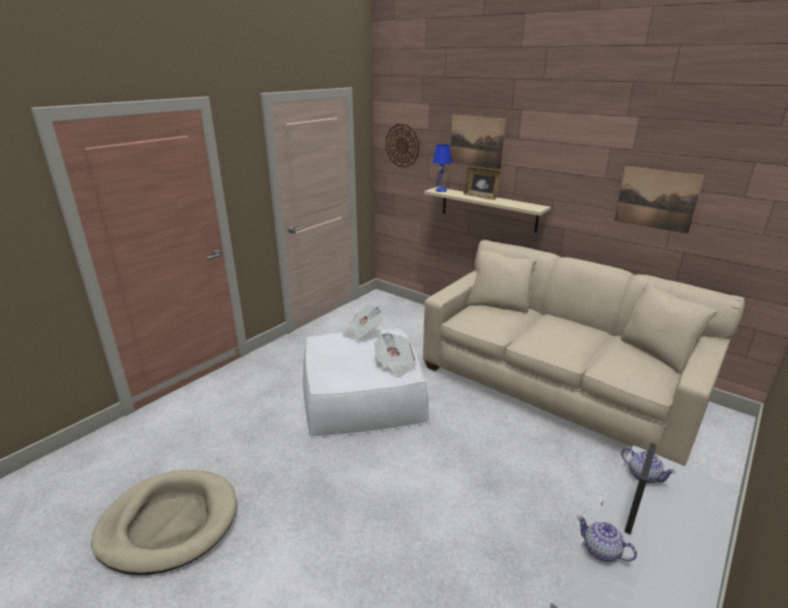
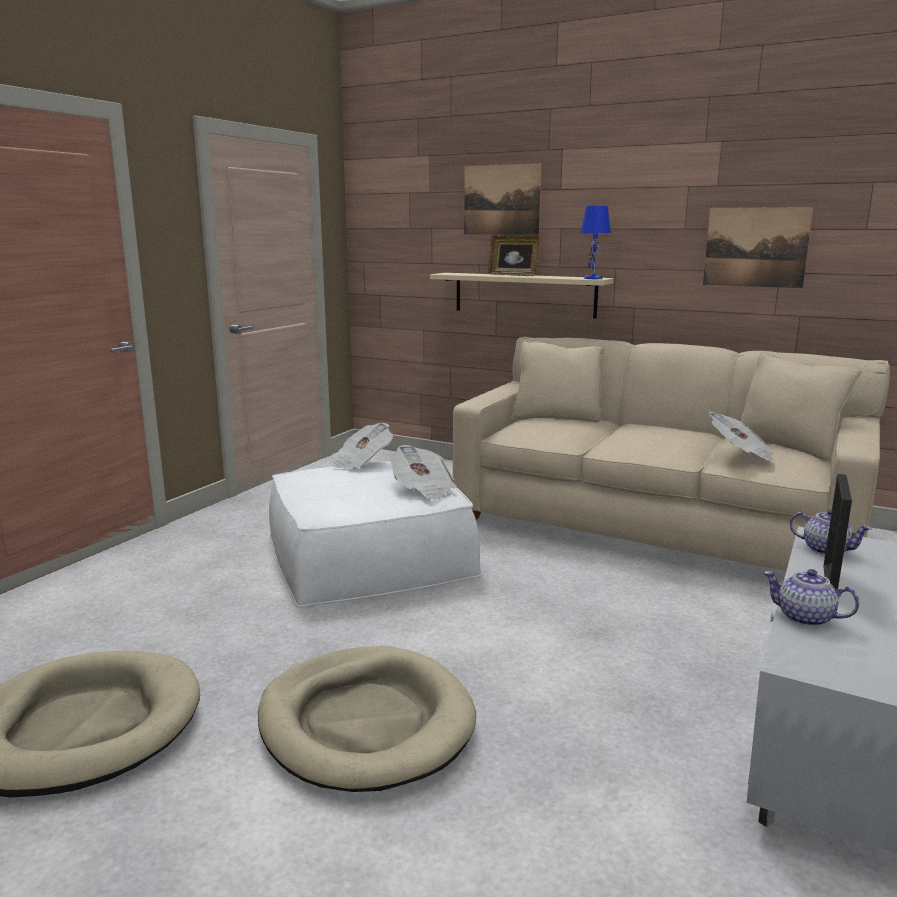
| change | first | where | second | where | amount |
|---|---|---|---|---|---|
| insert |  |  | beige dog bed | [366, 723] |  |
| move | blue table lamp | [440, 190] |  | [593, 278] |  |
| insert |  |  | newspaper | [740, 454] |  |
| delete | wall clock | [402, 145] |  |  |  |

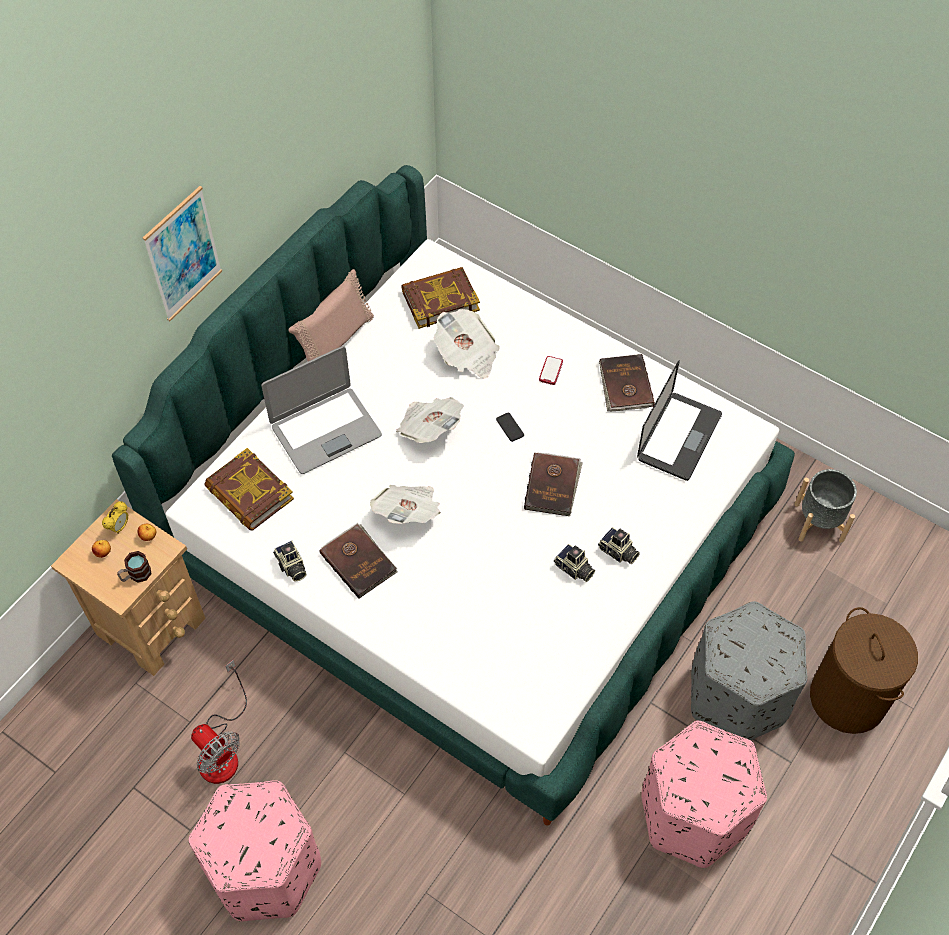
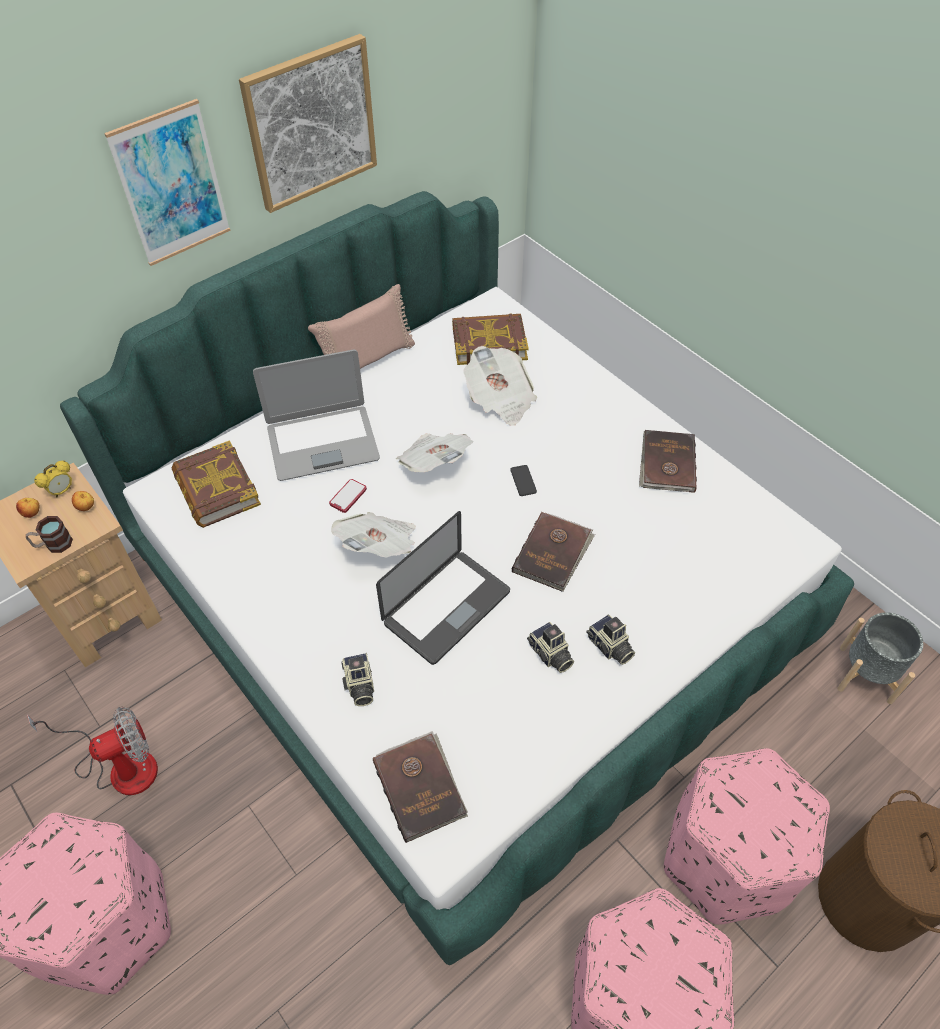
| change | first | where | second | where | amount |
|---|---|---|---|---|---|
| rotate | fan | [222, 749] |  | [119, 766] | 90 degrees counterclockwise |
| insert |  |  | picture | [311, 124] |  |
| move | phone | [550, 371] |  | [348, 496] |  |
| move | photo camera | [291, 567] |  | [359, 685] |  |
| move | brown book | [359, 561] |  | [420, 787] |  |
| move | laptop | [679, 437] |  | [447, 607] |  |
| recolor | grey ottoman | [737, 695] | pink ottoman | [725, 859] |  |

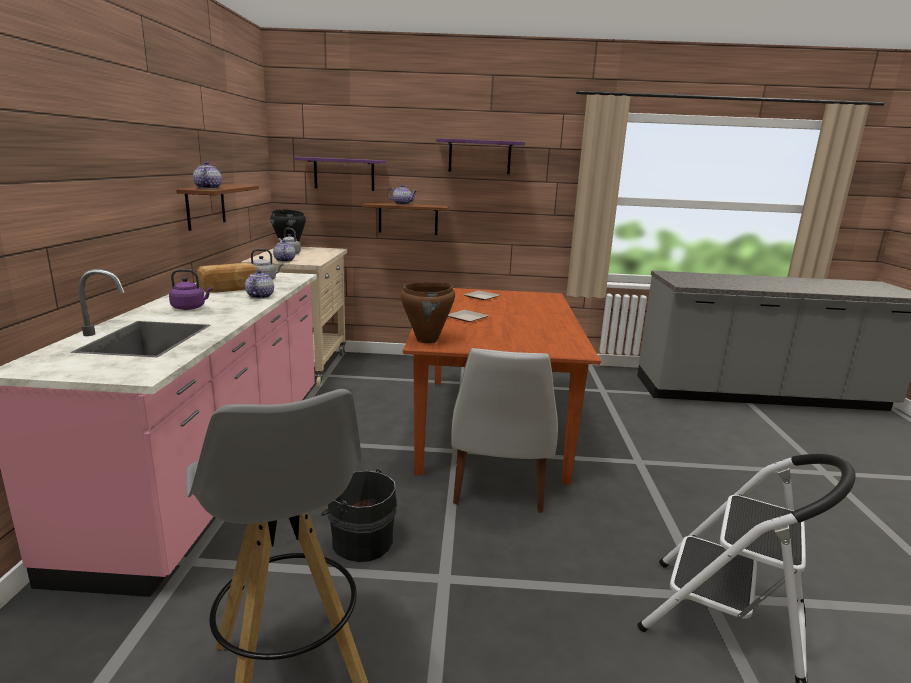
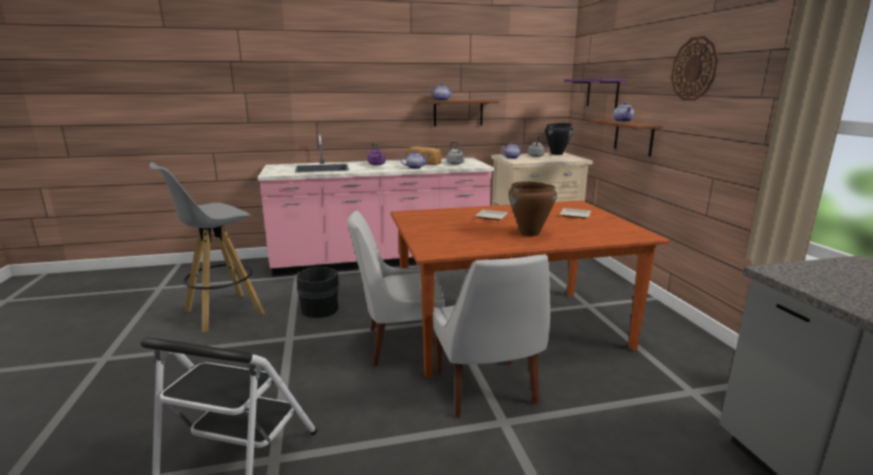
| change | first | where | second | where | amount |
|---|---|---|---|---|---|
| insert |  |  | white chair | [486, 390] |  |
| move | brown cooking pot | [427, 340] |  | [529, 233] |  |
| replace | purple shelf | [479, 157] | wall clock | [694, 69] |  |

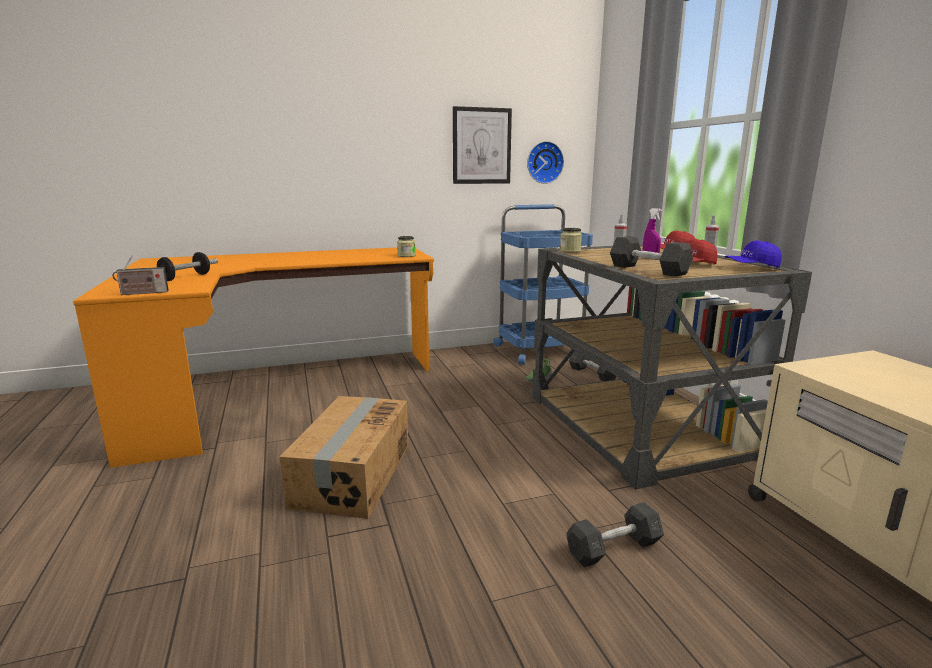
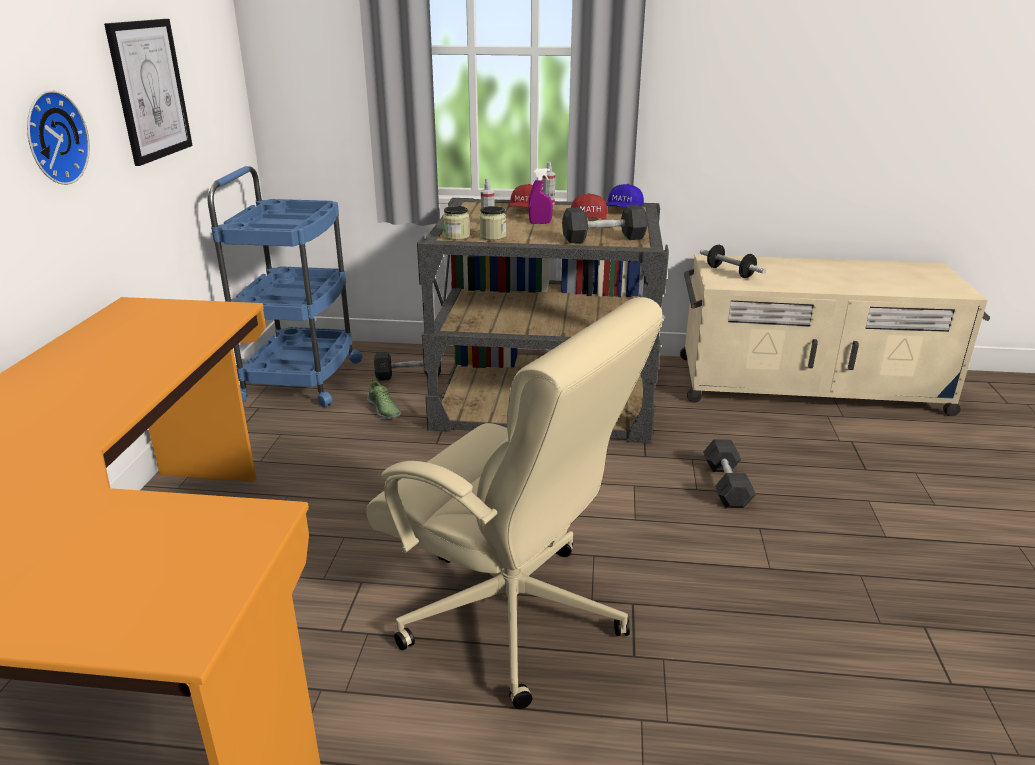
| change | first | where | second | where | amount |
|---|---|---|---|---|---|
| move | wall clock | [544, 162] |  | [52, 138] |  |
| replace | cardboard box | [352, 474] | beige office chair | [510, 613] |  |
| move | jar | [406, 256] |  | [493, 236] |  |
| move | dumbbell | [185, 277] |  | [730, 272] |  |
| delete | radio | [142, 293] |  |  |  |

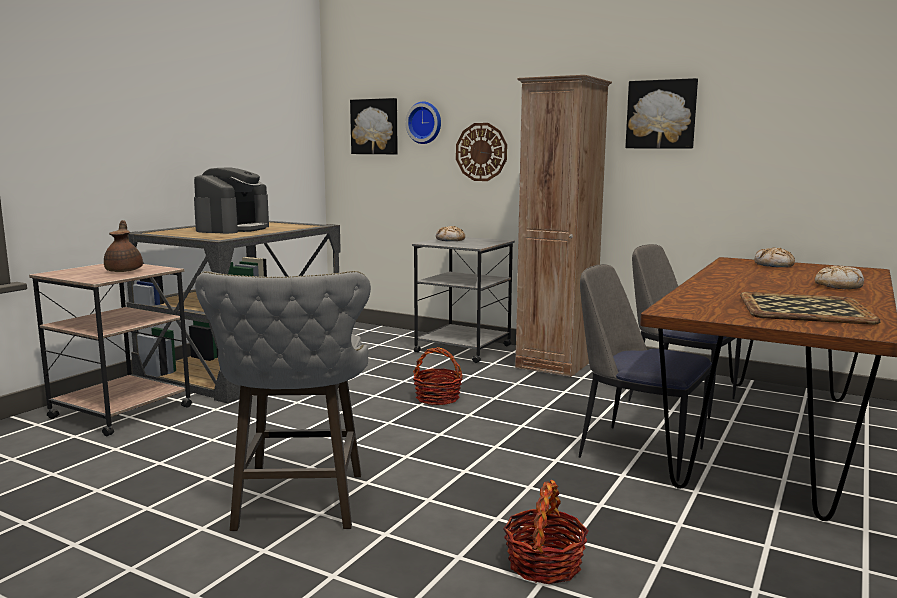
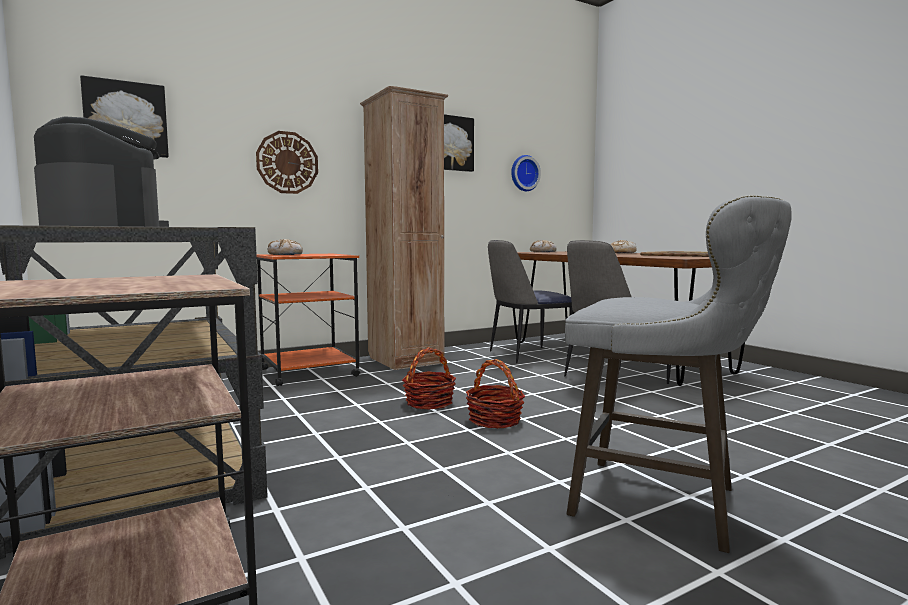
| change | first | where | second | where | amount |
|---|---|---|---|---|---|
| recolor | grey cart | [464, 349] | orange cart | [310, 372] |  |
| move | basket | [544, 564] |  | [495, 420] |  |
| move | wall clock | [425, 123] |  | [523, 173] |  |
| delete | brown teapot | [125, 270] |  |  |  |

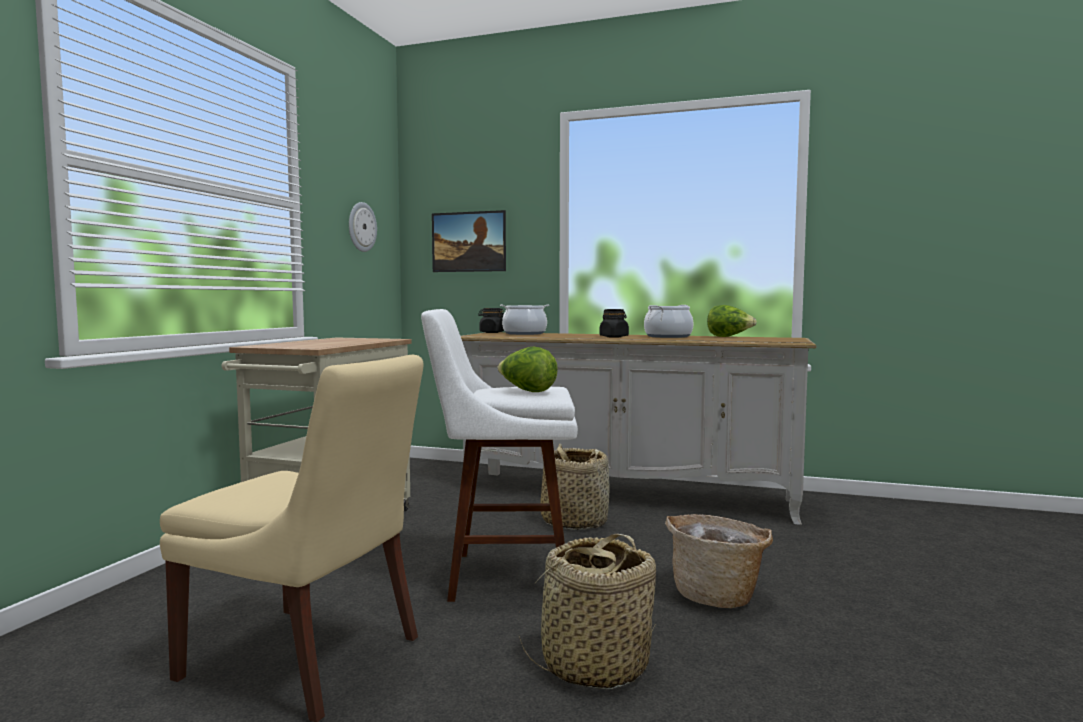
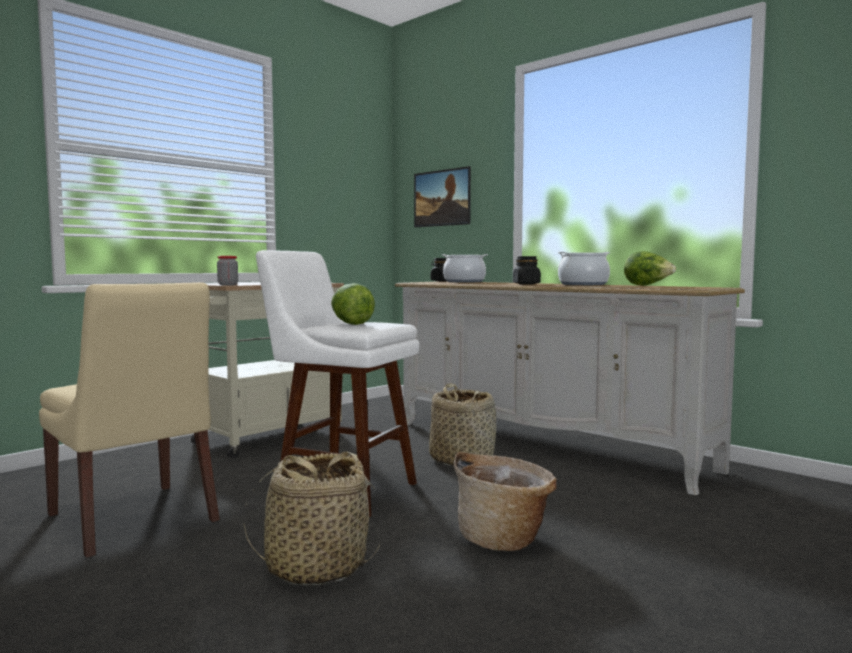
| change | first | where | second | where | amount |
|---|---|---|---|---|---|
| insert |  |  | jar | [228, 285] |  |
| delete | wall clock | [361, 227] |  |  |  |

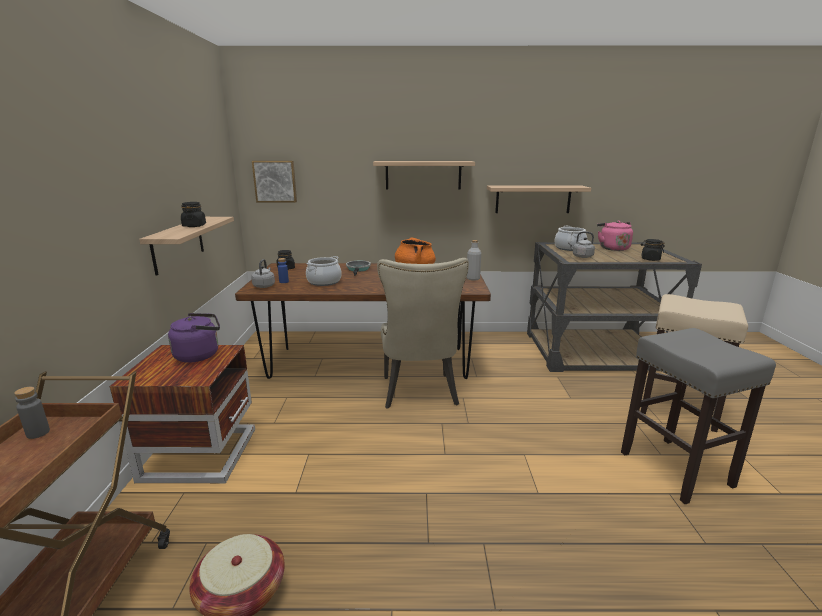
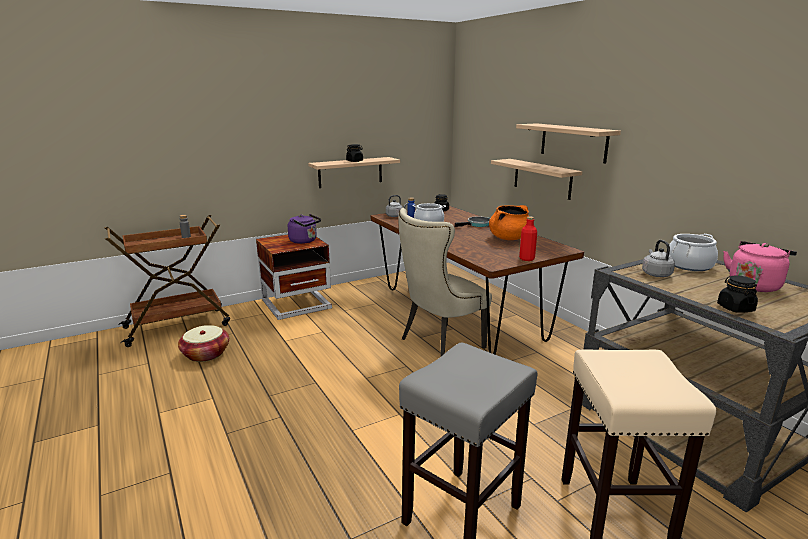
| change | first | where | second | where | amount |
|---|---|---|---|---|---|
| move | shelf | [533, 199] |  | [542, 178] |  |
| recolor | grey bottle | [473, 278] | red bottle | [526, 259] |  |
| delete | picture | [275, 181] |  |  |  |

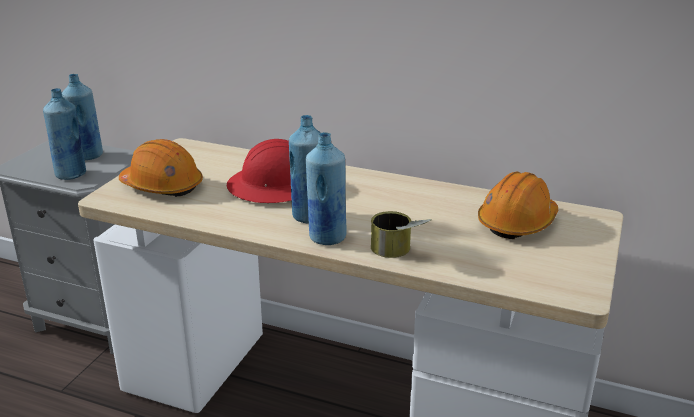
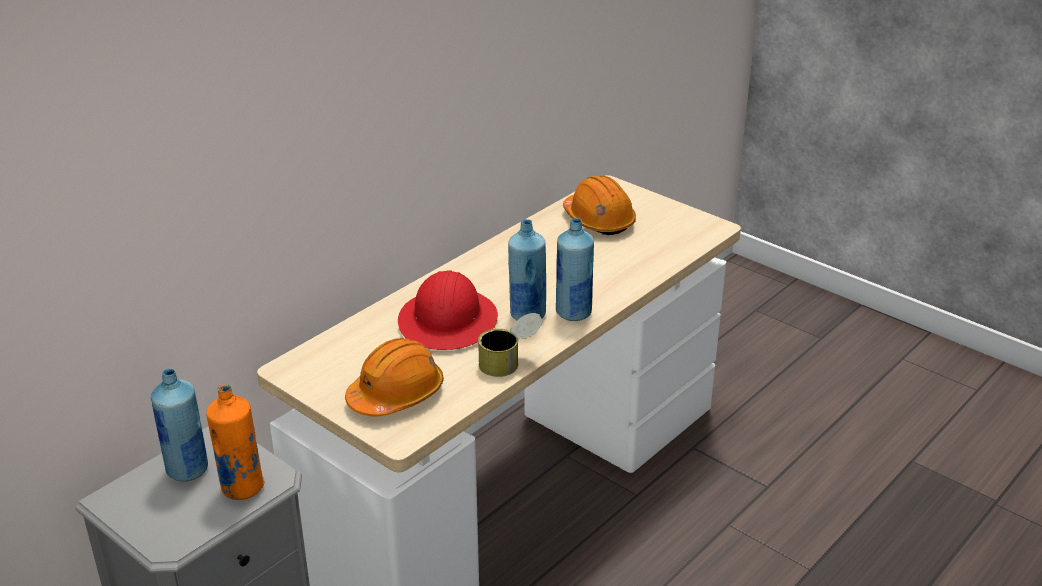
| change | first | where | second | where | amount |
|---|---|---|---|---|---|
| recolor | blue bottle | [71, 174] | orange bottle | [242, 487] |  |
| move | can | [399, 252] |  | [510, 362] |  |

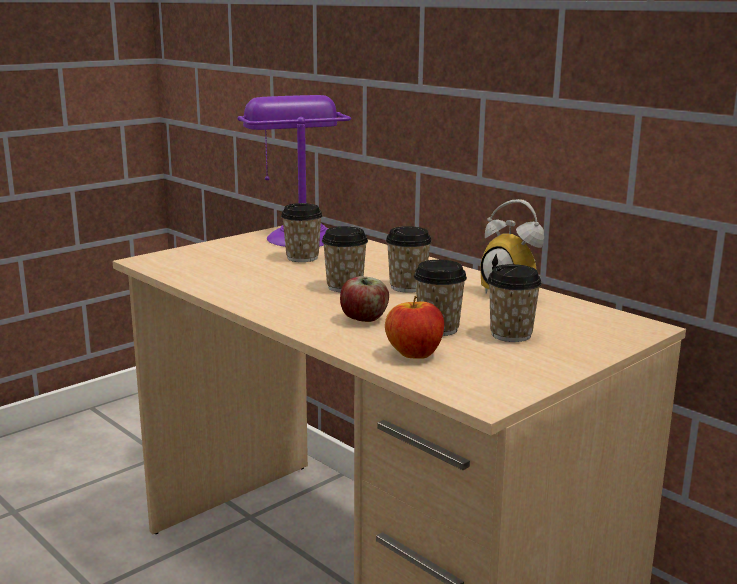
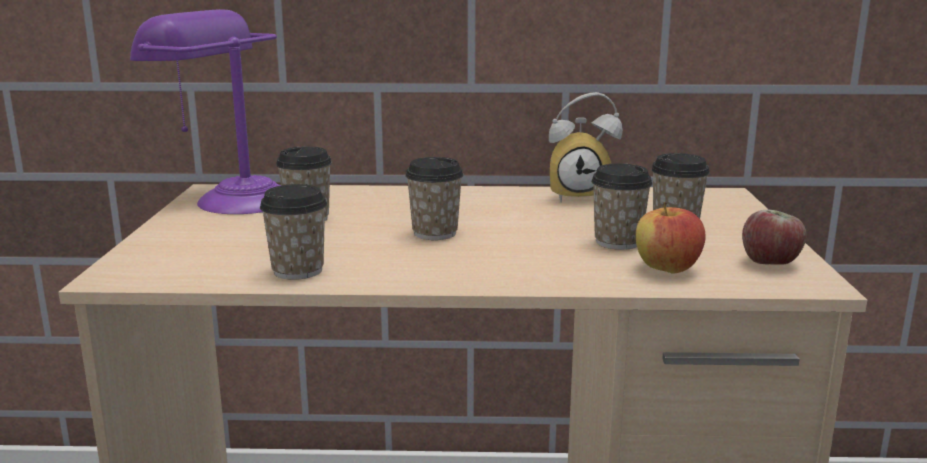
| change | first | where | second | where | amount |
|---|---|---|---|---|---|
| move | cup | [407, 287] |  | [298, 270] |  |
| move | apple | [364, 319] |  | [770, 263] |  |

